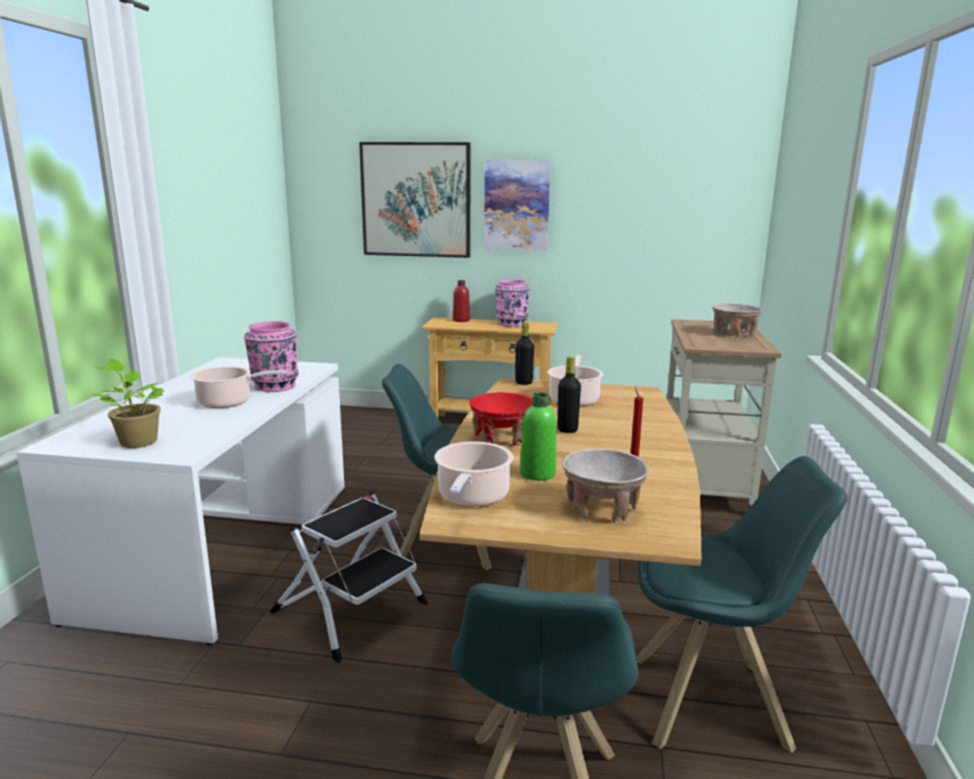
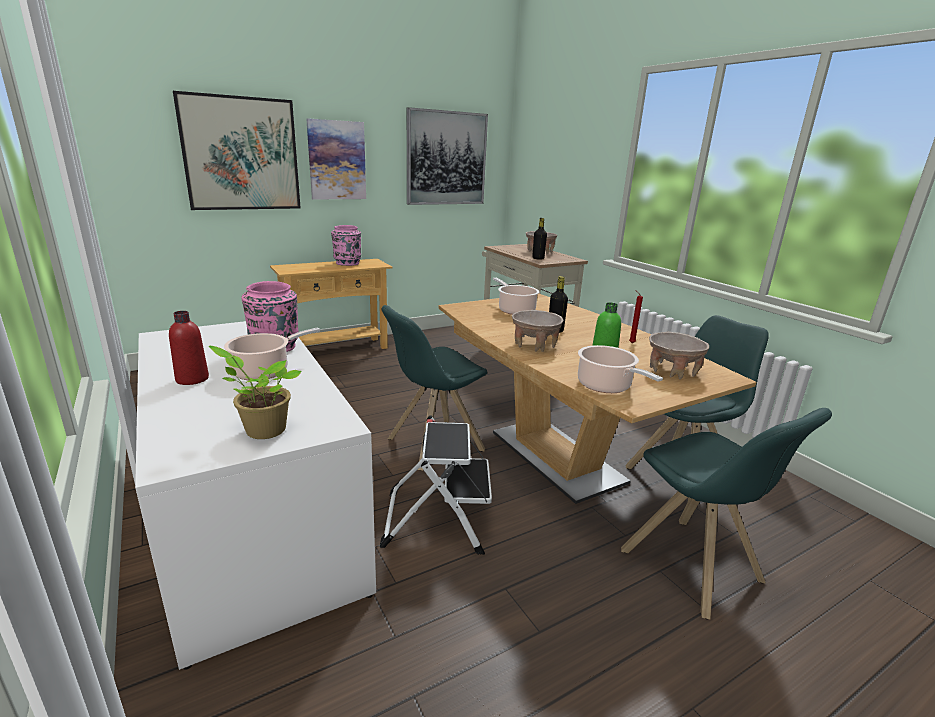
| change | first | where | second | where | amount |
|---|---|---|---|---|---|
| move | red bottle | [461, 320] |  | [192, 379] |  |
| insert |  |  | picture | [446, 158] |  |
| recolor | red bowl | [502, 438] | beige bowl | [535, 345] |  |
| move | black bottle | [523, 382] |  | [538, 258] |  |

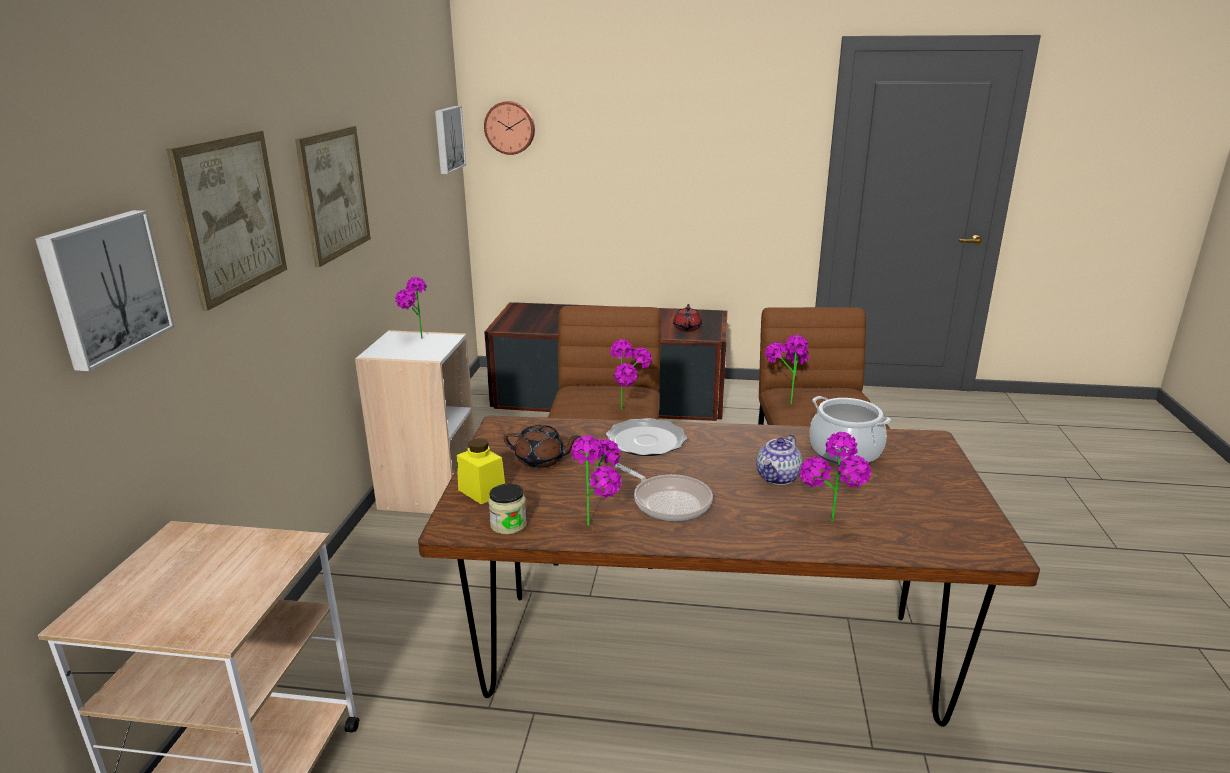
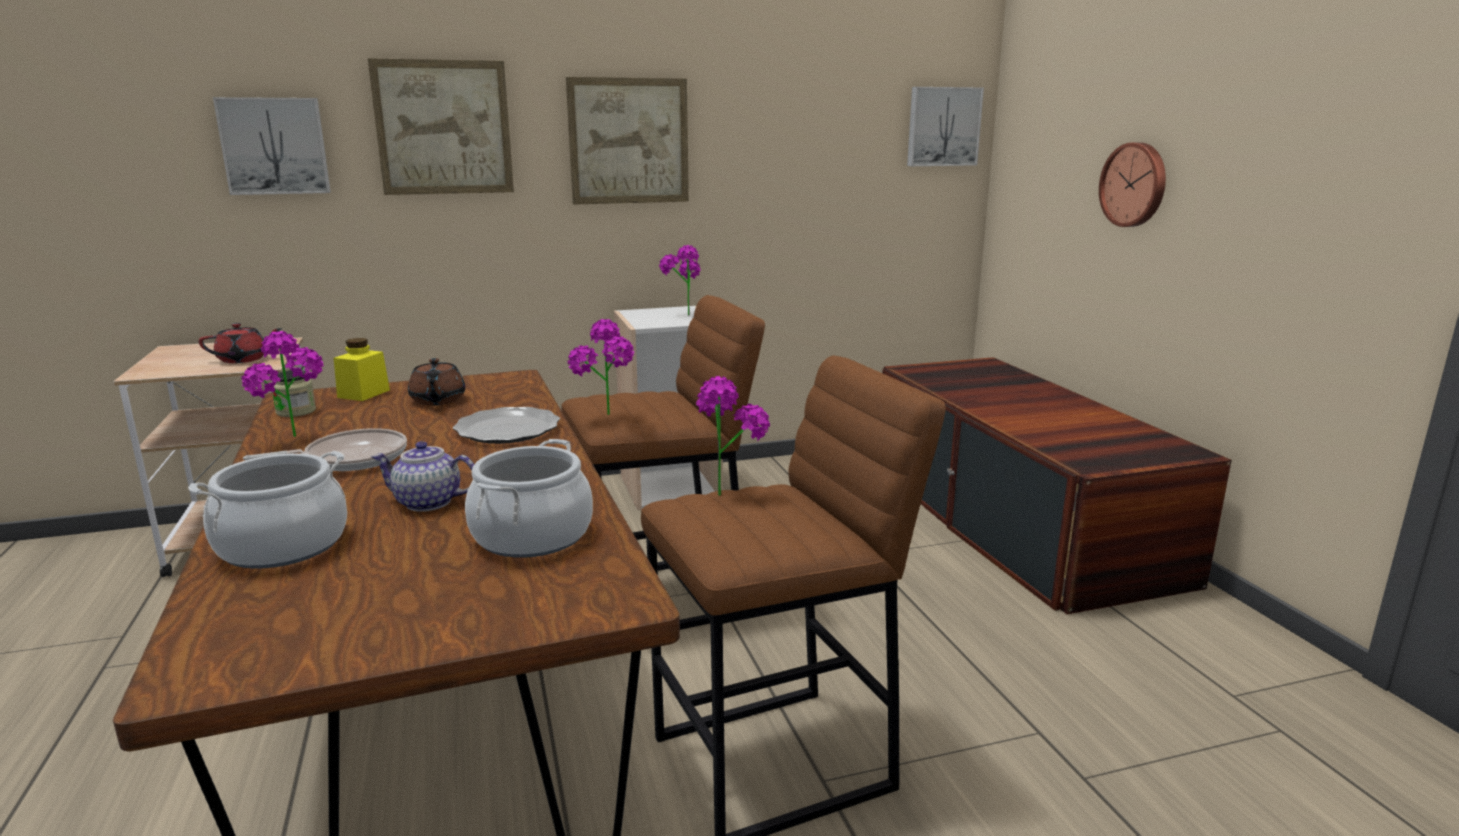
| change | first | where | second | where | amount |
|---|---|---|---|---|---|
| replace | potted plant | [830, 527] | cooking pot | [283, 545] |  |
| move | red teapot | [687, 328] |  | [244, 359] |  |
| rotate | frying pan | [668, 501] |  | [350, 458] | 135 degrees counterclockwise |
| move | wall clock | [510, 127] |  | [1135, 185] |  |

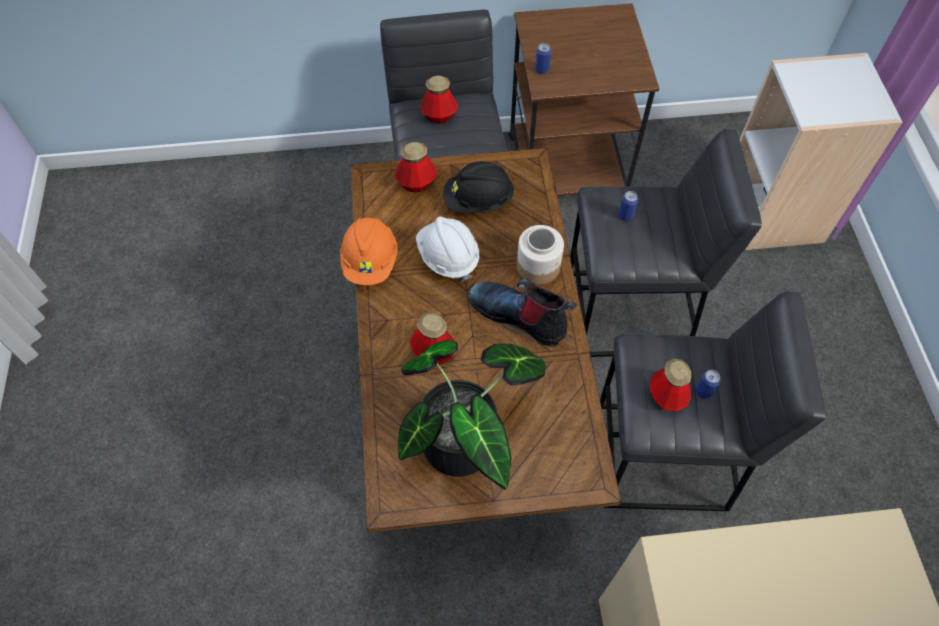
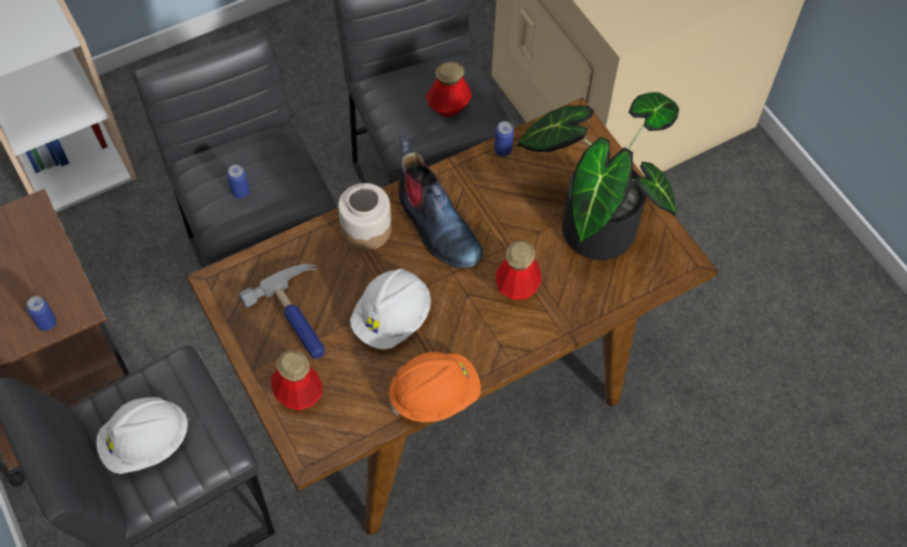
| change | first | where | second | where | amount |
|---|---|---|---|---|---|
| replace | bottle | [439, 116] | white hard hat | [146, 443] |  |
| replace | black hard hat | [478, 201] | hammer | [299, 317] |  |
| rotate | boot | [520, 316] |  | [436, 226] | 45 degrees counterclockwise |
| move | can | [703, 391] |  | [503, 150] |  |

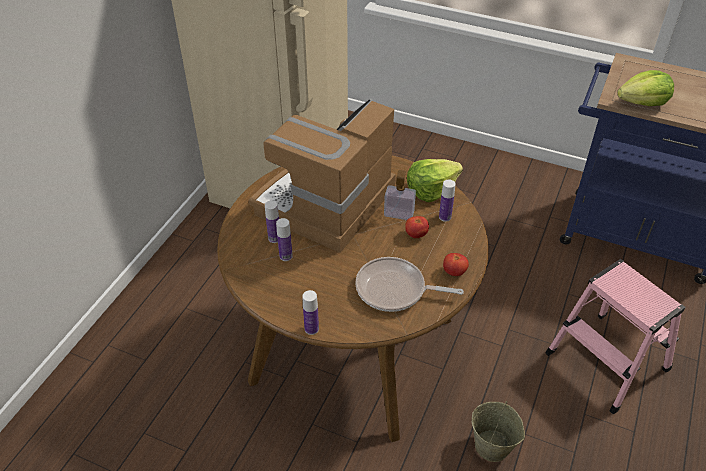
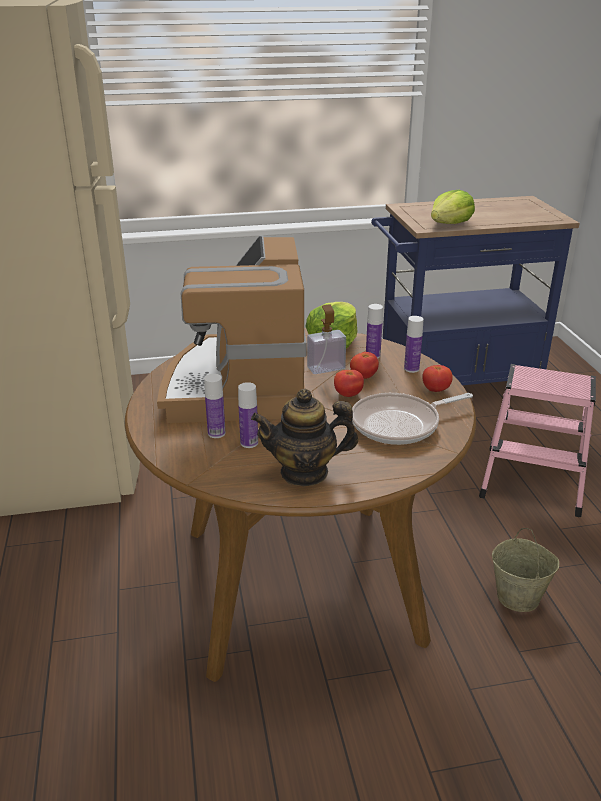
| change | first | where | second | where | amount |
|---|---|---|---|---|---|
| insert |  |  | teapot | [304, 472] |  |
| insert |  |  | tomato | [348, 395] |  |
| move | bottle | [311, 329] |  | [411, 369] |  |

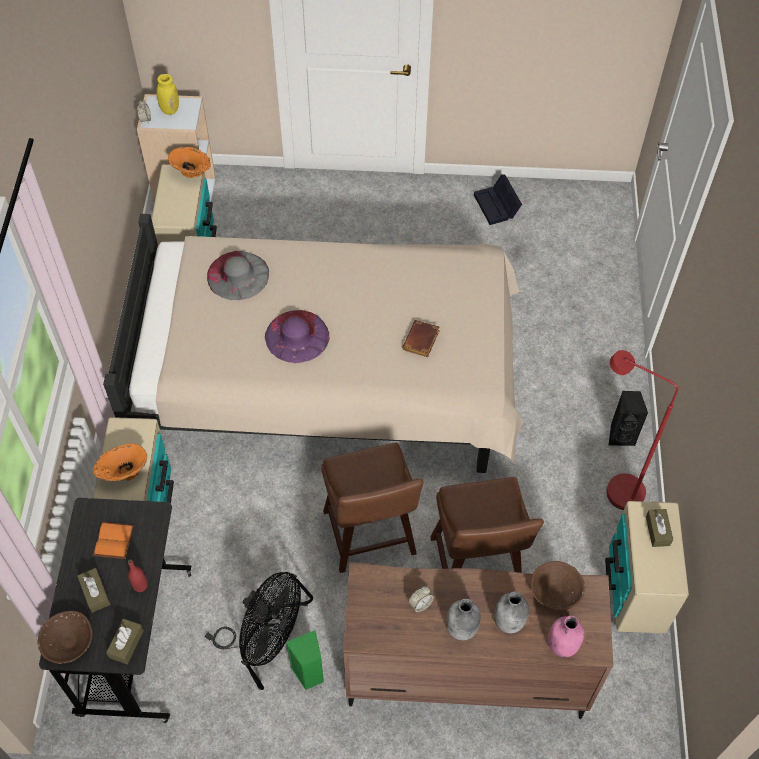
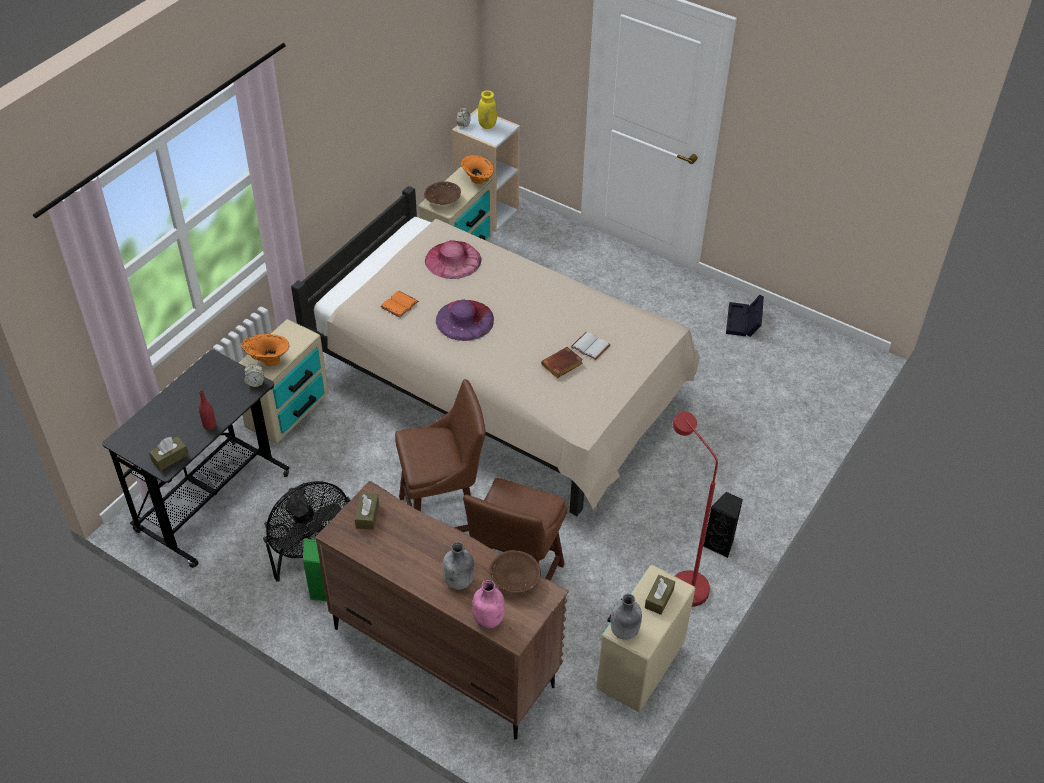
| change | first | where | second | where | amount |
|---|---|---|---|---|---|
| move | alarm clock | [420, 604] |  | [255, 383] |  |
| move | brown tissue box | [95, 593] |  | [367, 515] |  |
| move | orange book | [113, 540] |  | [399, 304] |  |
| rotate | brown chair | [370, 537] |  | [444, 517] | 120 degrees counterclockwise |
| move | brown bowl | [67, 642] |  | [442, 201] |  |
| recolor | grey hat | [238, 275] | pink hat | [453, 260] |  |
| insert |  |  | white book | [591, 346] |  |
| move | grey bottle | [462, 629] |  | [624, 631] |  |

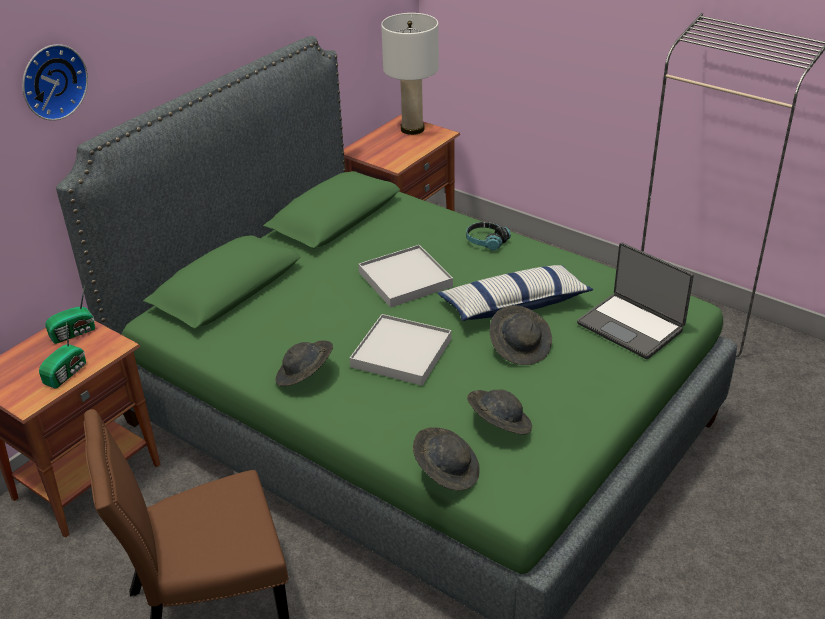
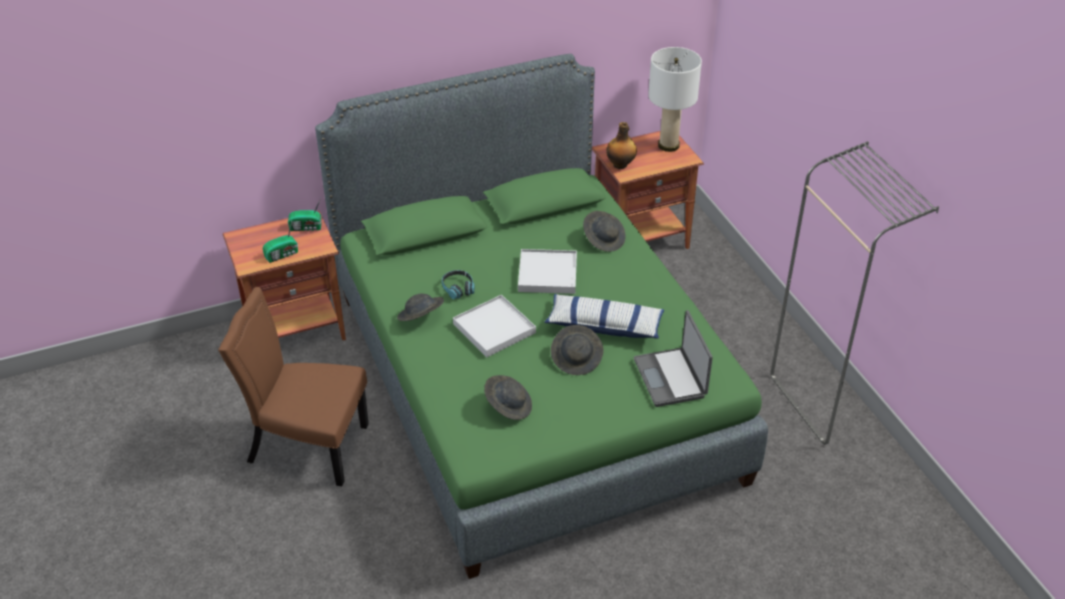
| change | first | where | second | where | amount |
|---|---|---|---|---|---|
| move | headphones | [486, 241] |  | [458, 289] |  |
| move | grey hat | [446, 470] |  | [604, 239] |  |
| insert |  |  | bottle | [621, 165] |  |
| delete | wall clock | [51, 81] |  |  |  |

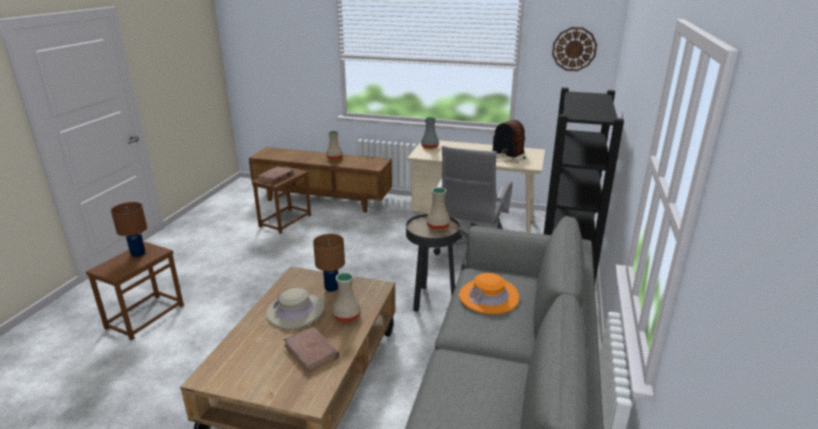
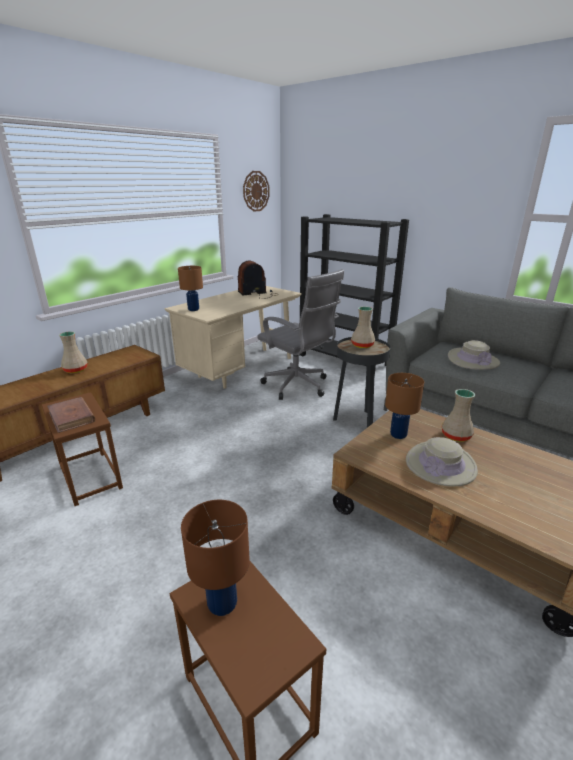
| change | first | where | second | where | amount |
|---|---|---|---|---|---|
| replace | grey vase | [430, 147] | brown table lamp | [194, 309] |  |
| recolor | orange hat | [488, 297] | beige hat | [473, 360] |  |
| delete | brown book | [311, 352] |  |  |  |

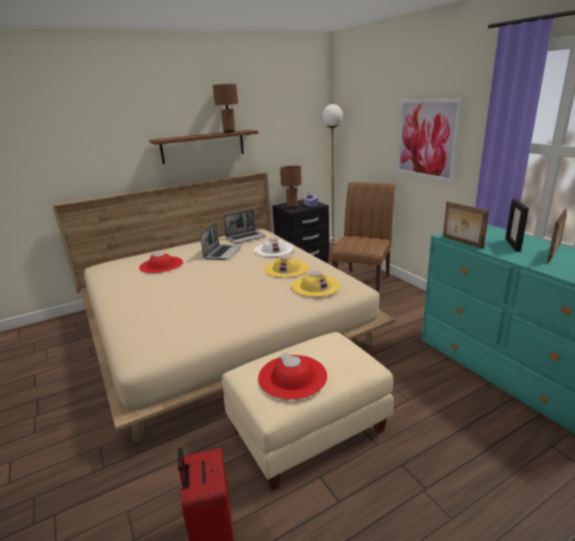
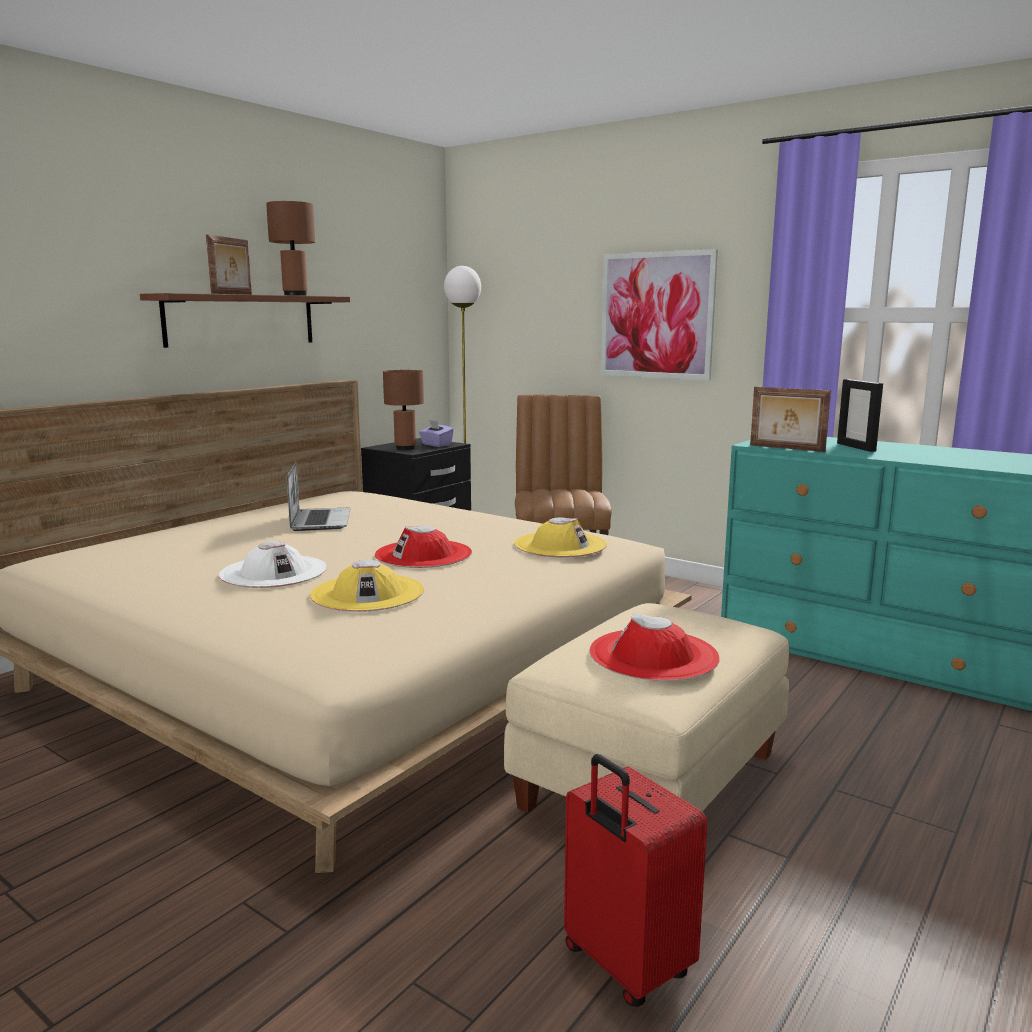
| change | first | where | second | where | amount |
|---|---|---|---|---|---|
| move | picture frame | [553, 254] |  | [233, 294] |  |
| move | white hat | [274, 249] |  | [274, 572] |  |
| move | yellow hat | [286, 268] |  | [367, 593] |  |
| move | red hat | [161, 265] |  | [423, 554] |  |
| delete | laptop | [246, 237] |  |  |  |

